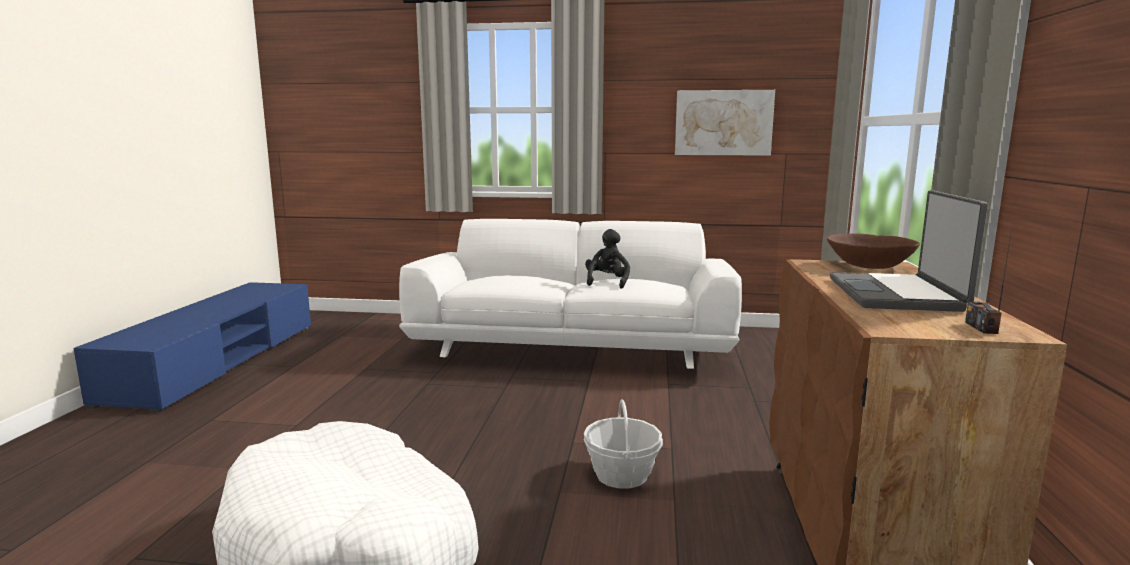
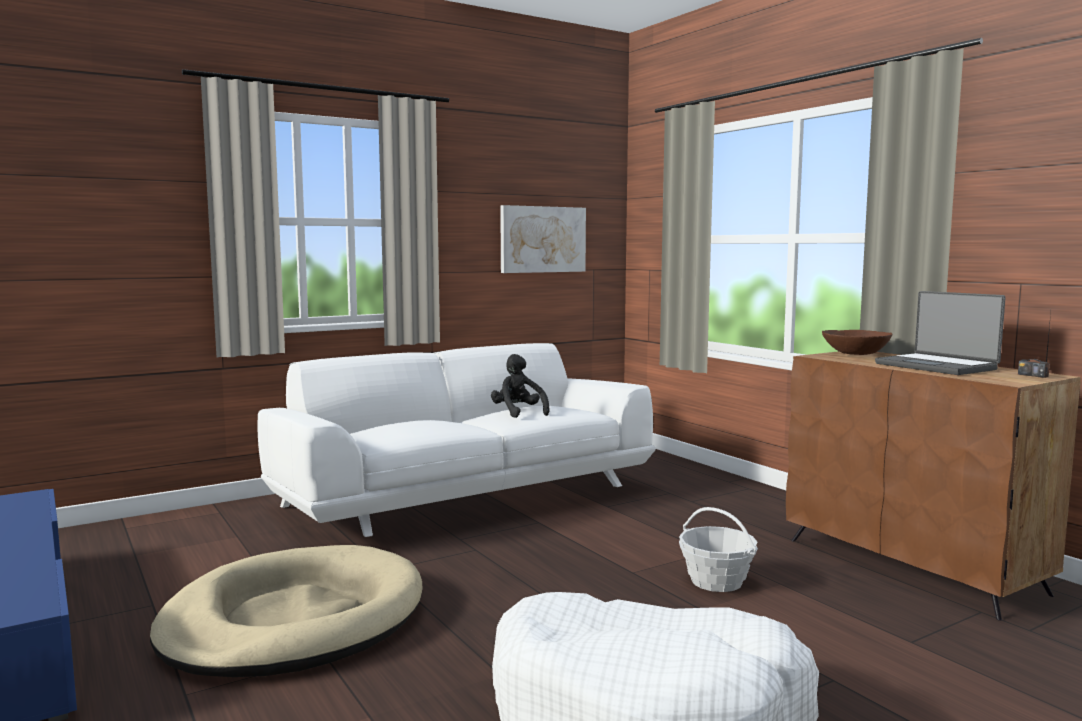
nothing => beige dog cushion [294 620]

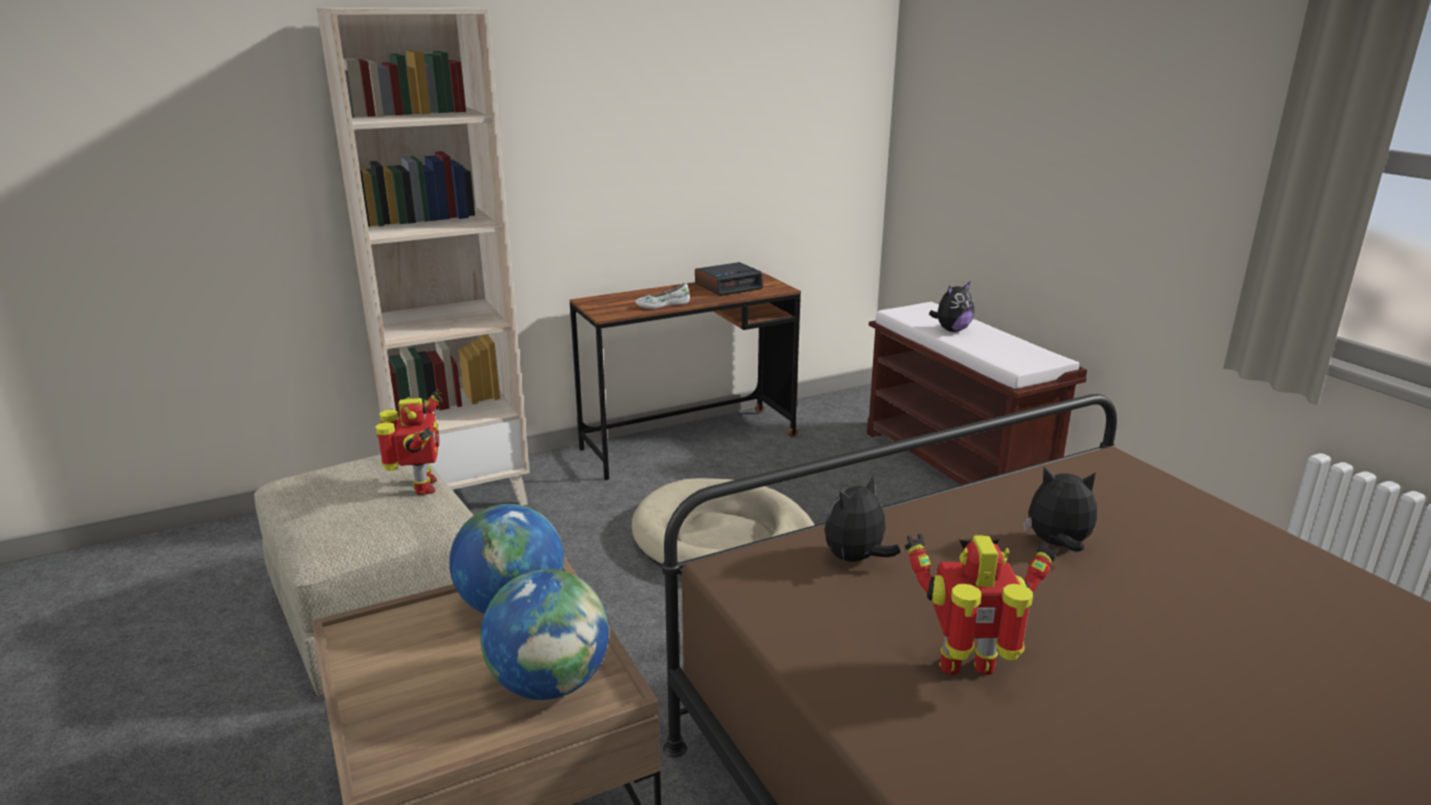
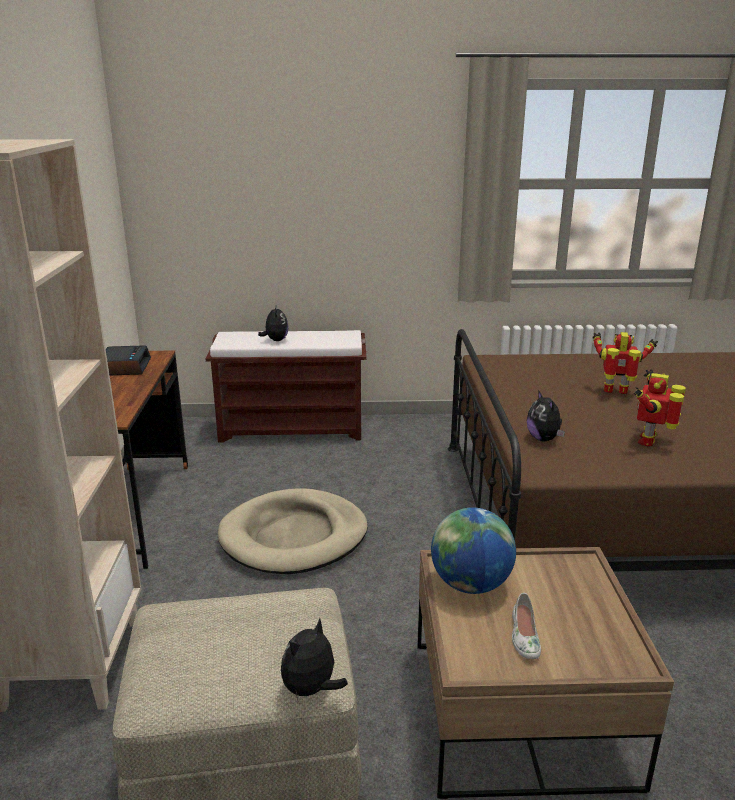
toy robot [421 487] => toy robot [616 392], relocated
desk globe [550 684] => nothing
white shoe [662 304] => white shoe [524 636], relocated
cuddly toy [1057 545] => cuddly toy [311 690], relocated

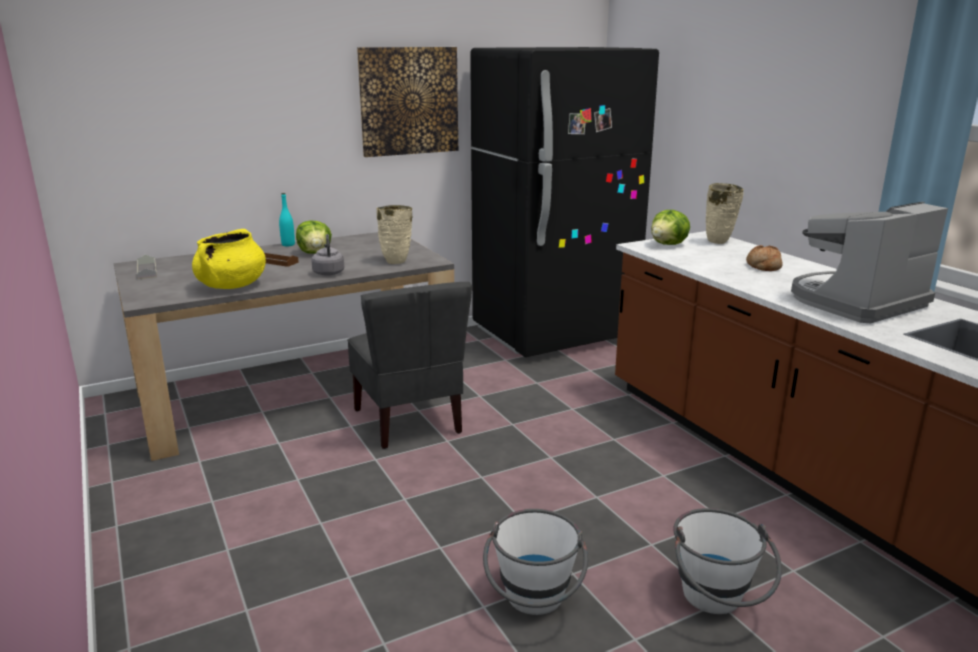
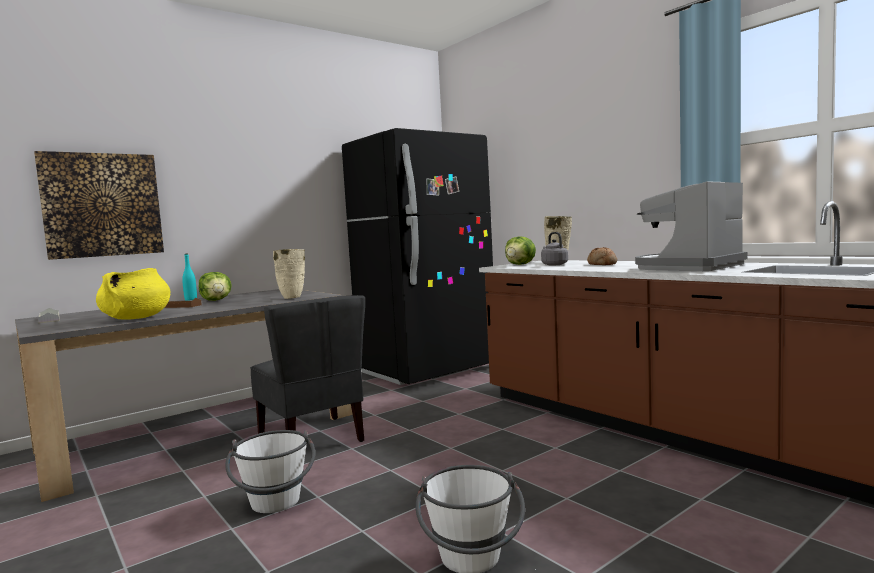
grey water kettle [328 272] => grey water kettle [553 264], relocated
wall art [409 101] => wall art [102 205], relocated
white bucket [716 603] => white bucket [275 506], relocated

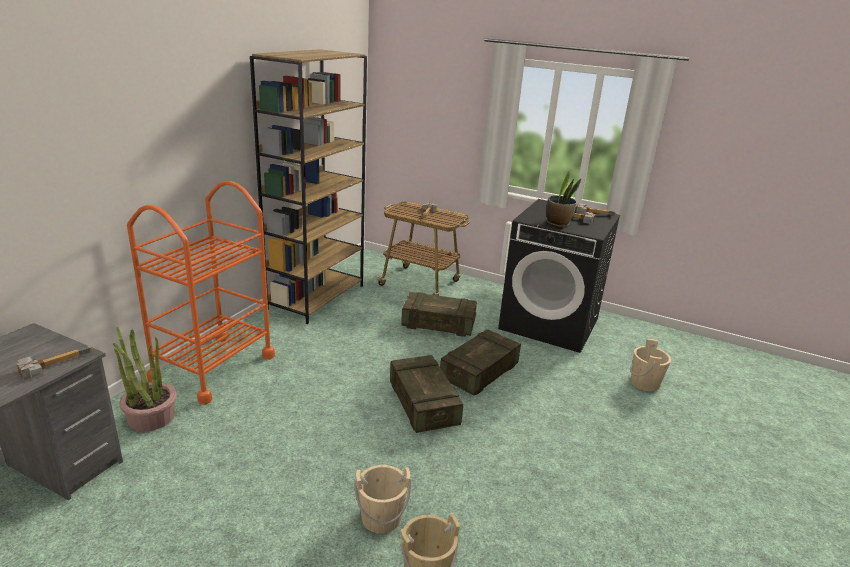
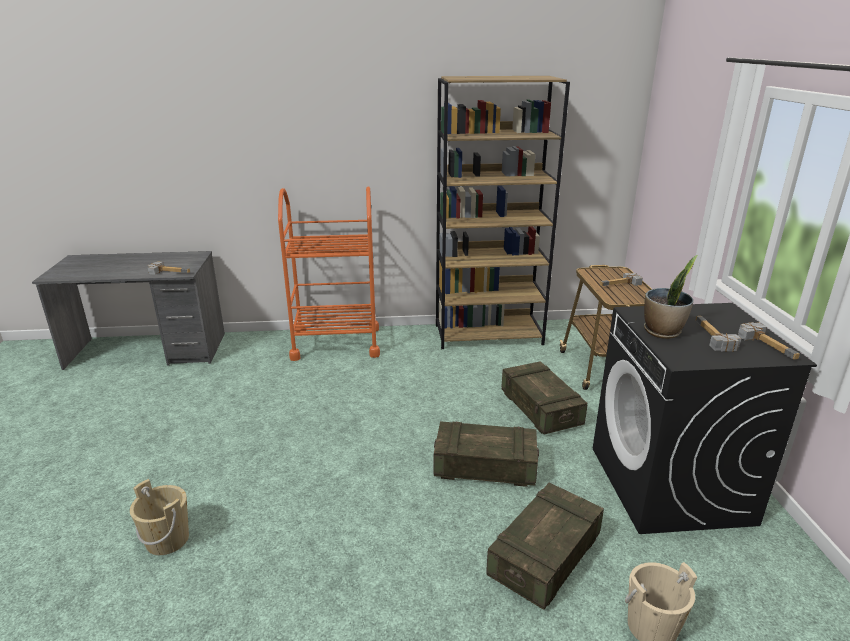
houseplant [151 417] => nothing
beige bucket [381 518] => nothing
packing crate [423 405] => packing crate [544 557], relocated

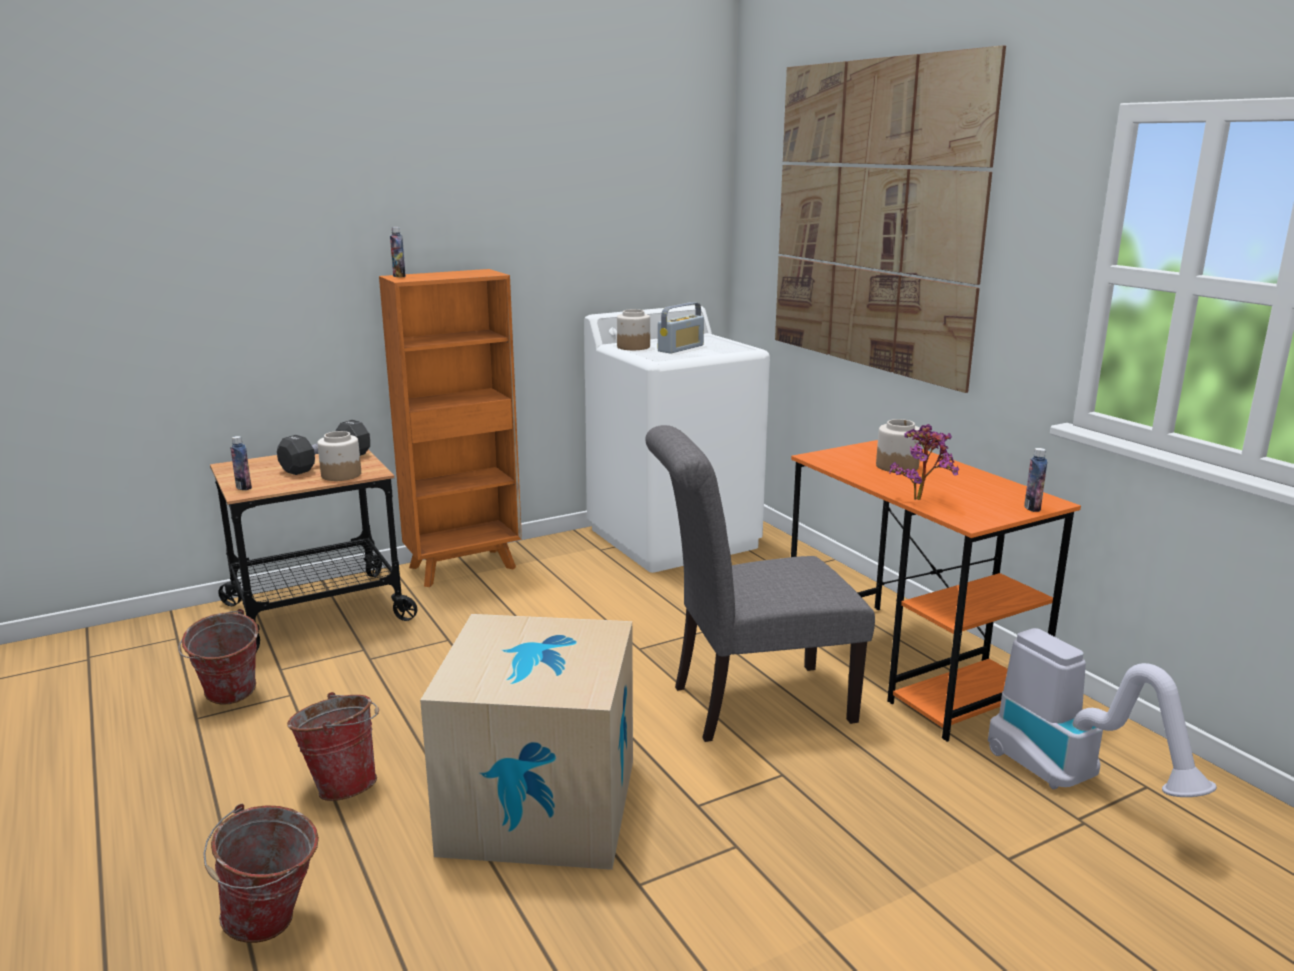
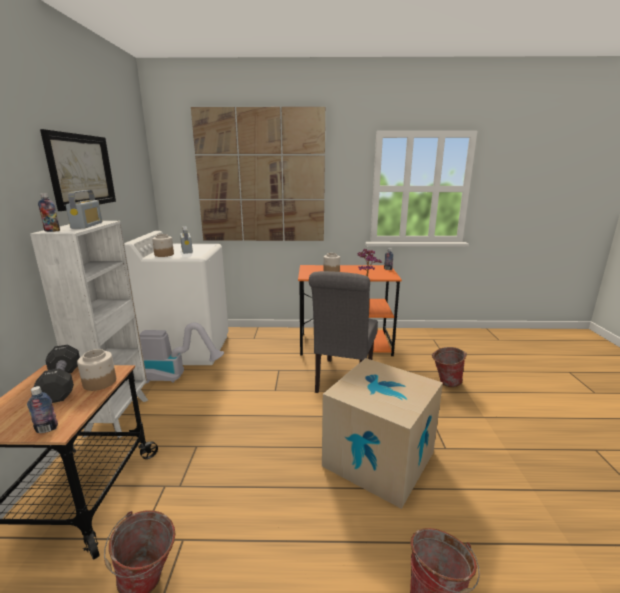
bucket [342 784] => bucket [445 383], relocated
orange bookcase [465 567] => white bookcase [119 415]
vacuum [1074 782] => vacuum [178 376], relocated
nothing => wall art [81 170]
nothing => radio set [87 225]

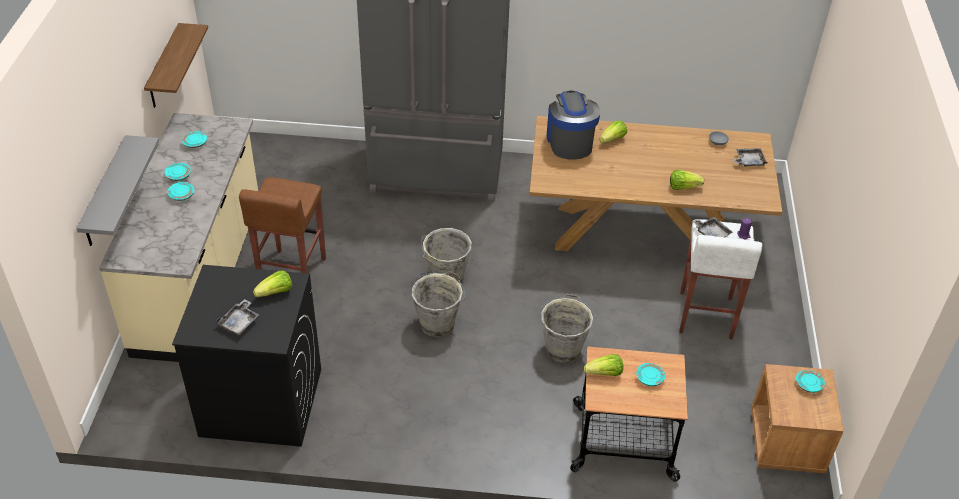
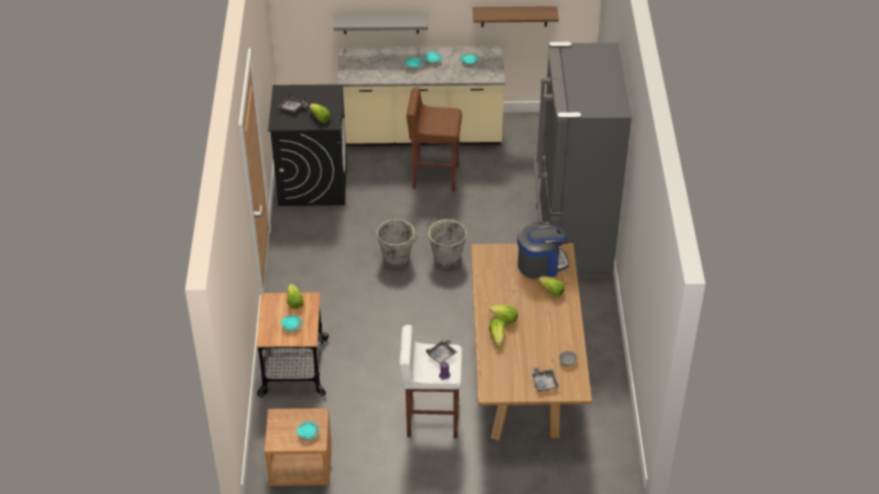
grey bucket [563 348] => nothing
nothing => lettuce [504 319]

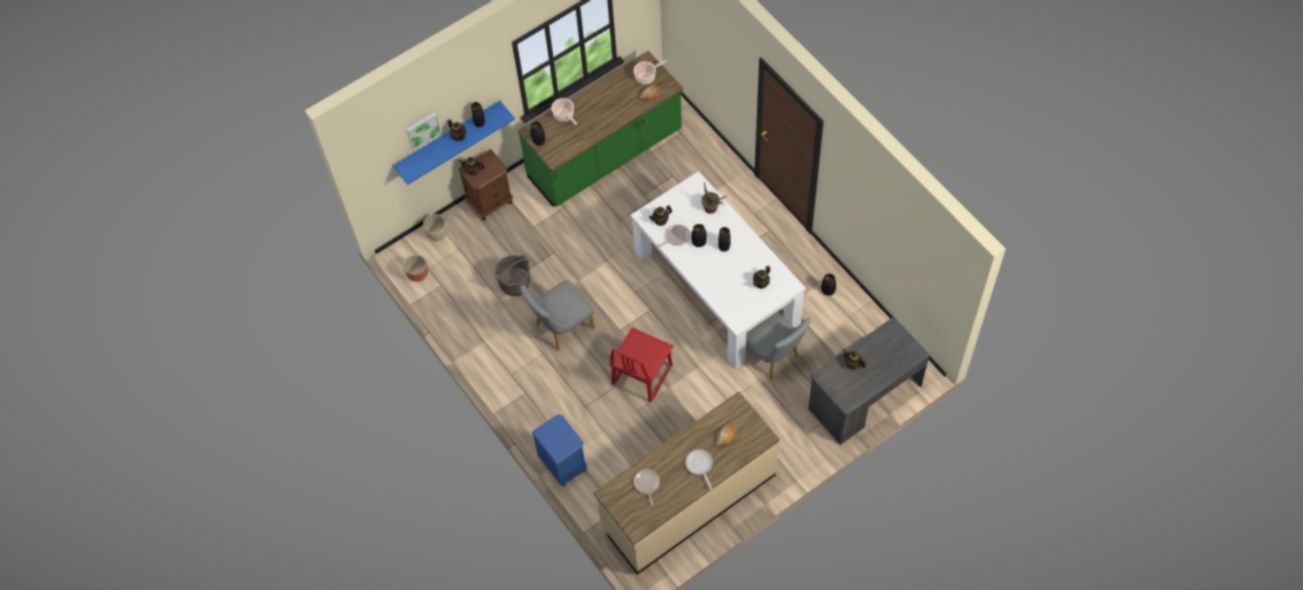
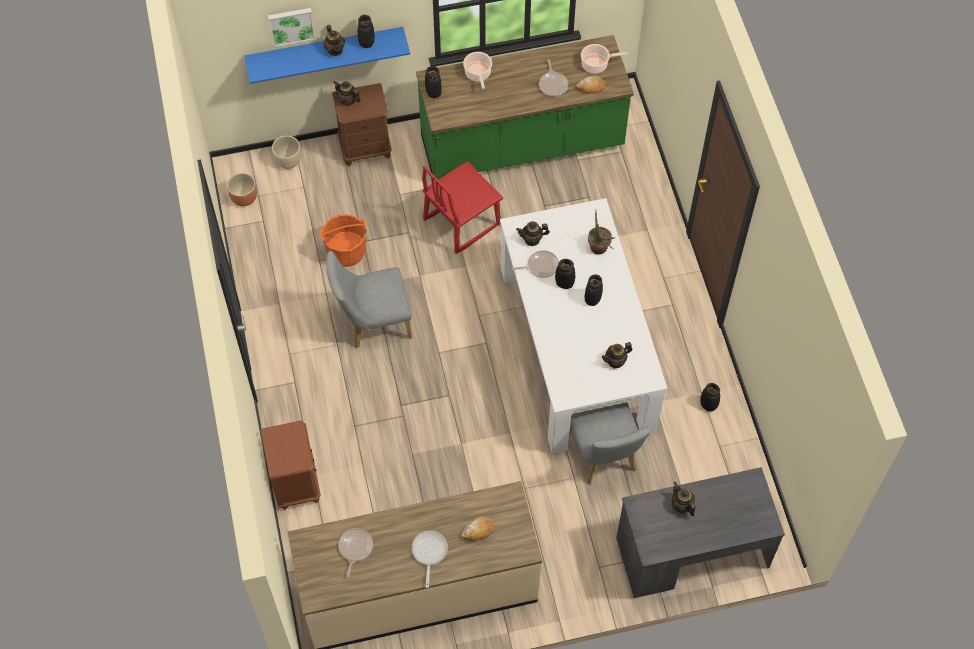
grey bucket [515 284] => orange bucket [346 251]
blue-coloured night table [563 464] => brown night table [296 483]
reddish chair [641 374] => reddish chair [461 221], relocated
nothing => frying pan [553 84]

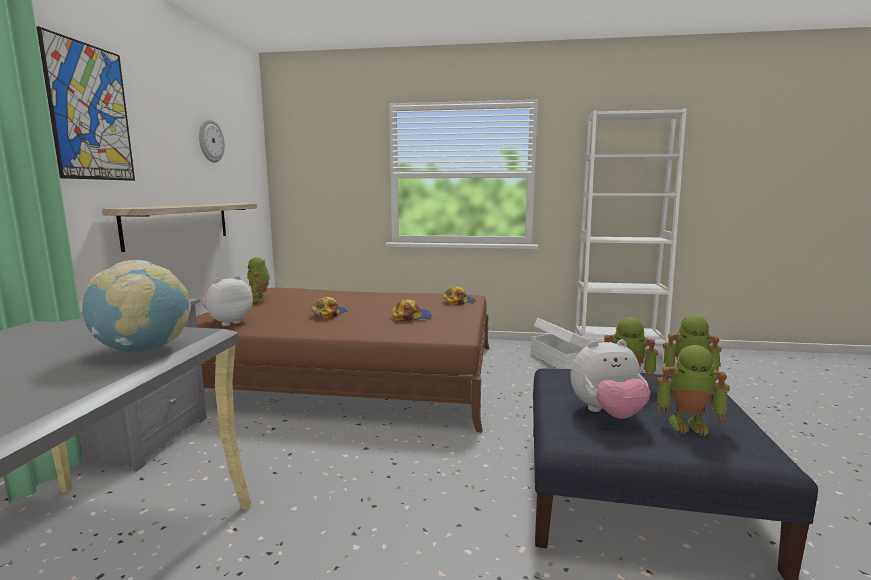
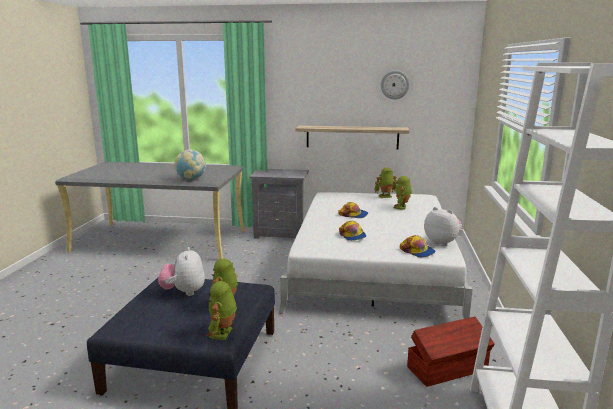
wall art [90 112] => nothing
brown sleeping bed [349 374] => white sleeping bed [373 267]
cuddly toy [228 322] => cuddly toy [442 242], relocated
white storage container [559 360] => brown storage container [448 369]
toy robot [688 424] => toy robot [402 207], relocated

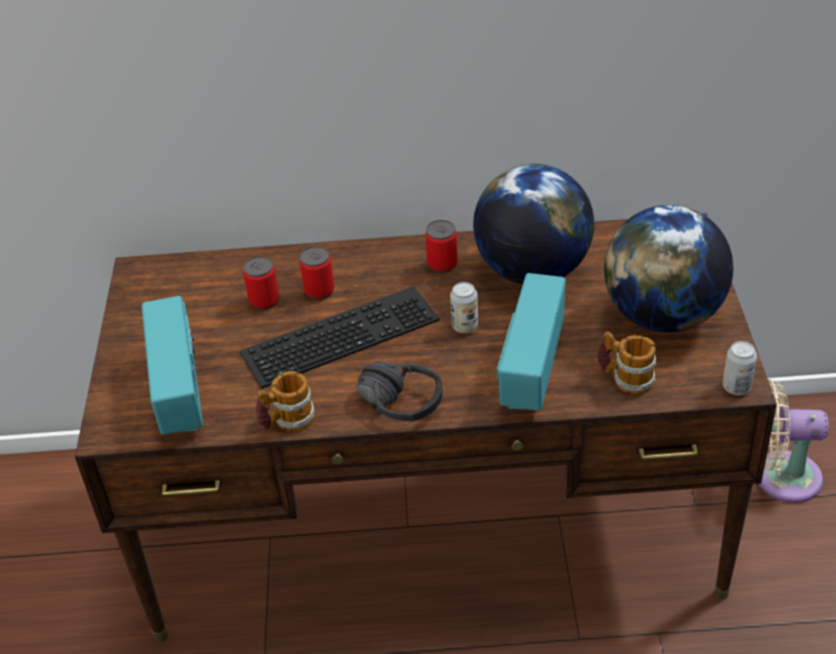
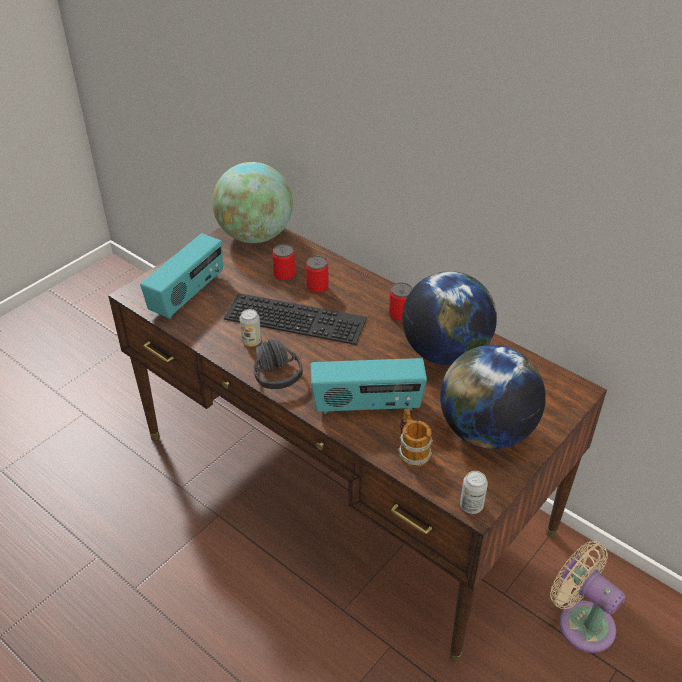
coffee mug [287 421] => nothing
can [465 326] => can [251 341], relocated
radio set [531 368] => radio set [367 405], 150 degrees counterclockwise
nothing => desk globe [255 235]

